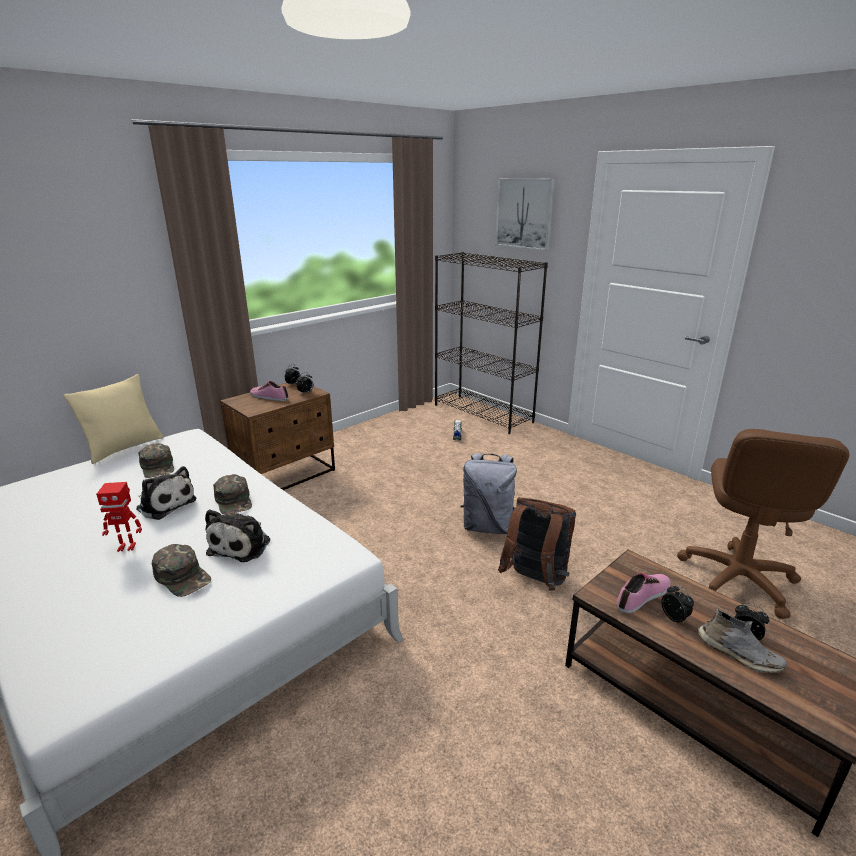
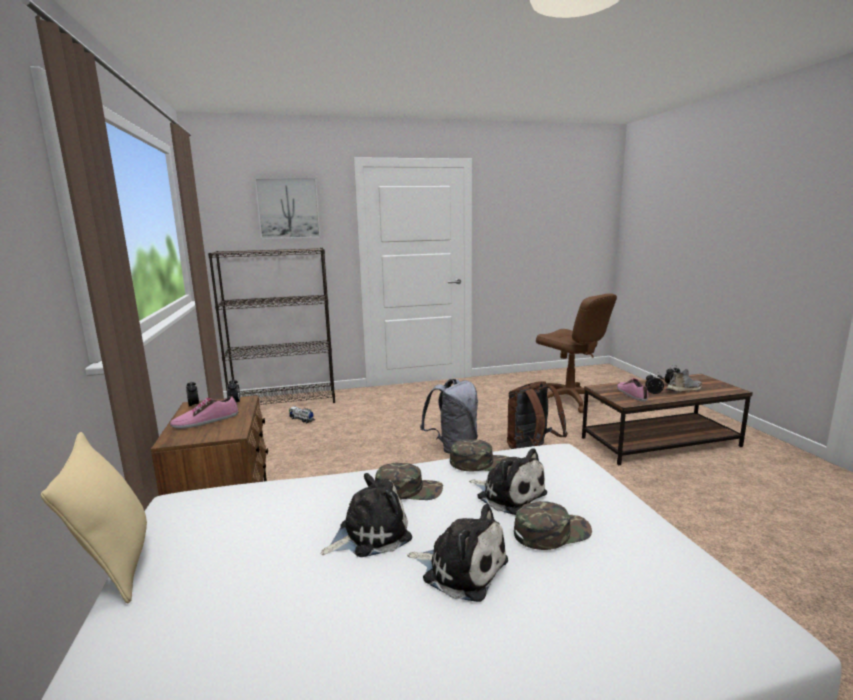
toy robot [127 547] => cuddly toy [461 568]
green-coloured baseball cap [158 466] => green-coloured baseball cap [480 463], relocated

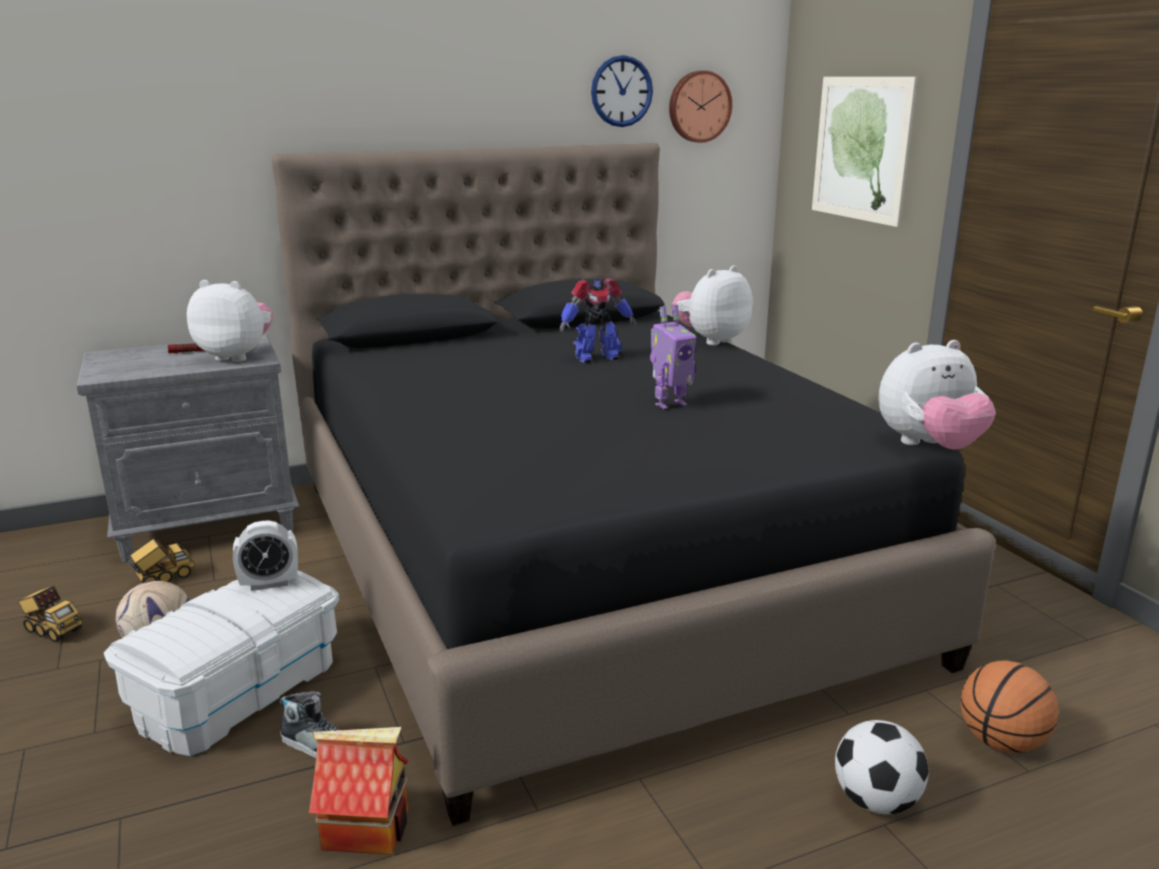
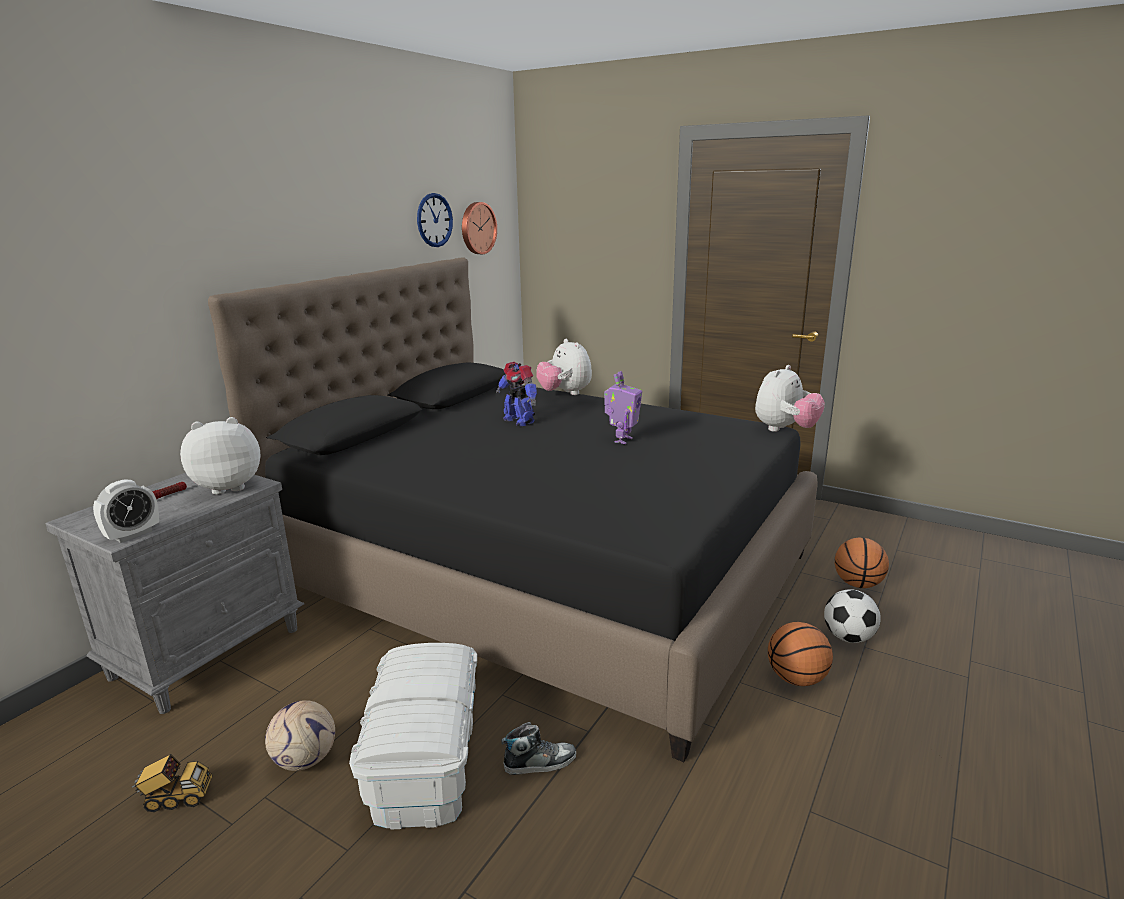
model truck [163 578] => nothing
table clock [269 583] => table clock [133 534], relocated
toy house [368 828] => nothing
toy robot [595 357] => toy robot [519 421], 105 degrees clockwise
cuddly toy [711 340] => cuddly toy [565 393], 45 degrees counterclockwise
wall art [861 149] => nothing
nothing => basketball [796 679]

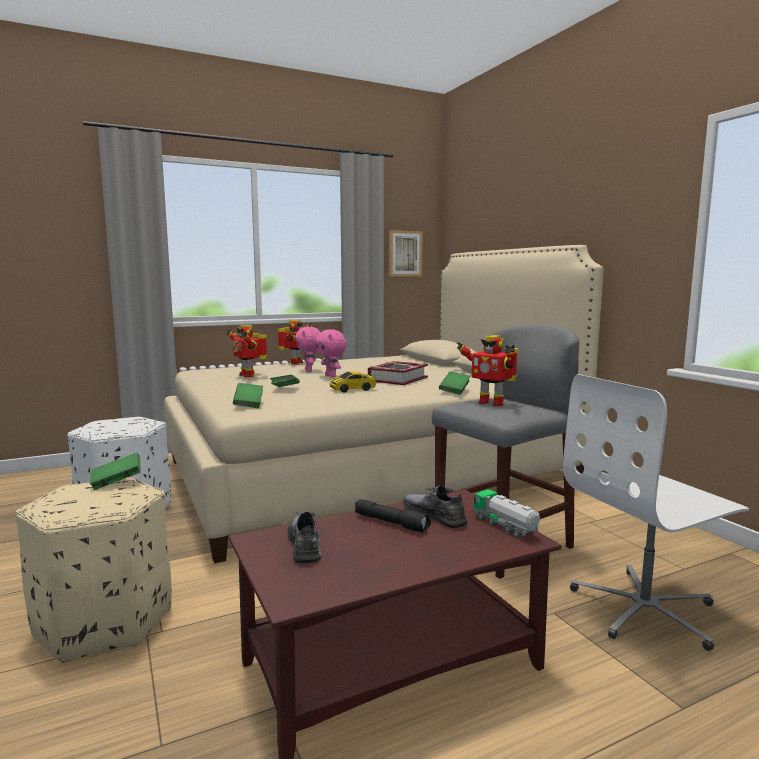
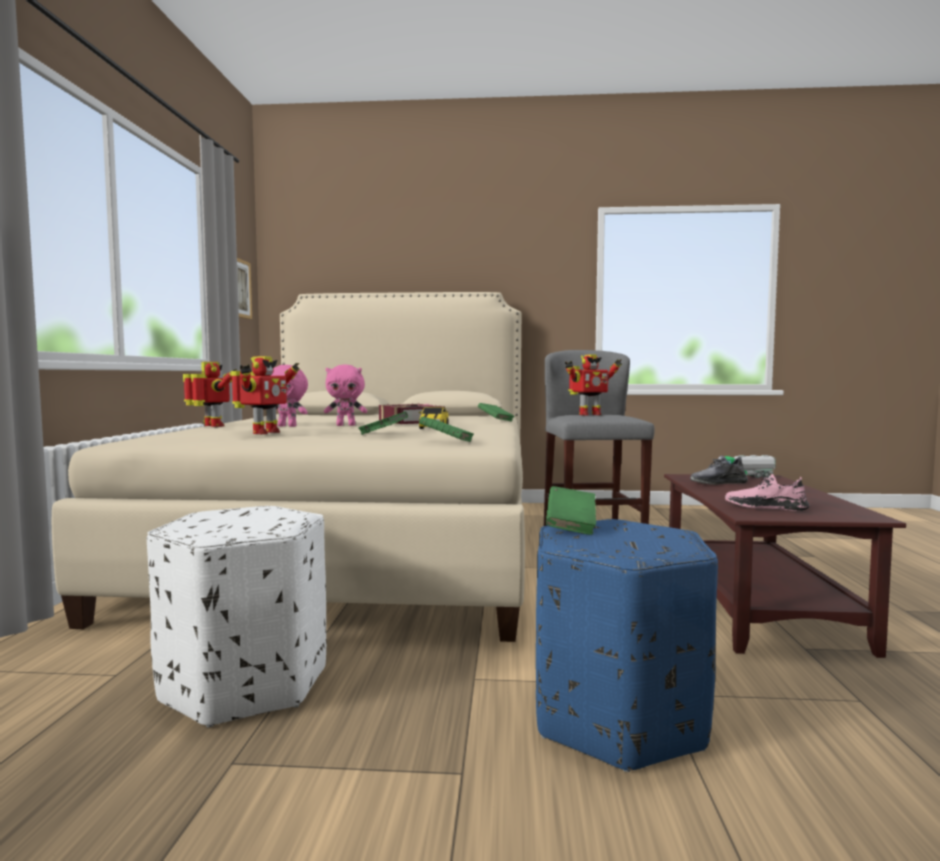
beige pouffe [104 621] => blue-coloured pouffe [616 718]
toy robot [248 375] => toy robot [263 433], 60 degrees counterclockwise
grey shoe [304 545] => pink-coloured shoe [765 507]
black torch [392 523] => nothing
white desk chair [645 609] => nothing

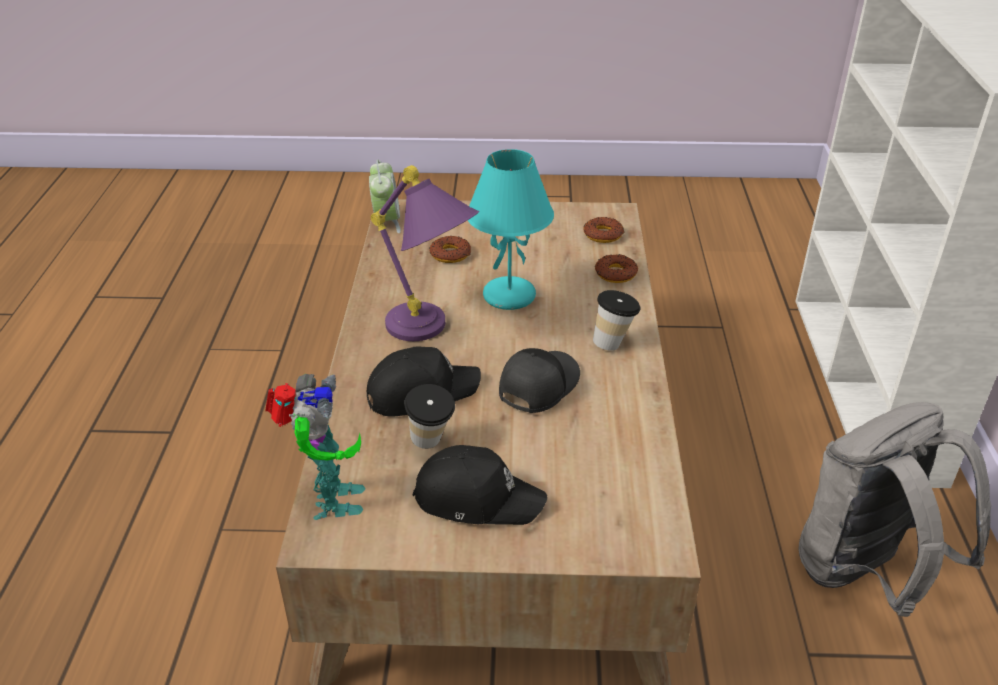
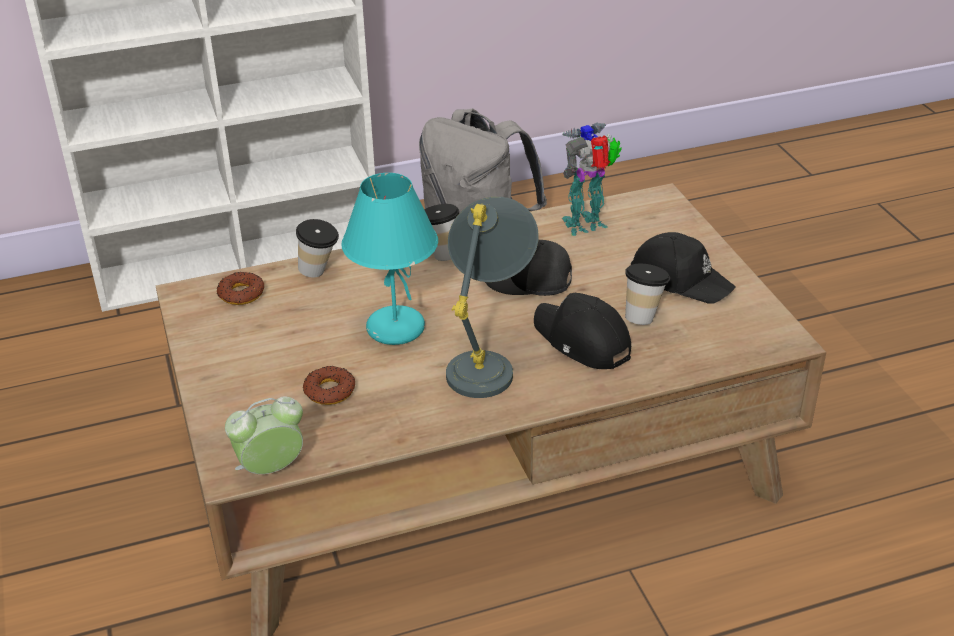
toy robot [330 502] => toy robot [587 225], relocated
purple-coloured lamp for a table [431 332] => grey lamp for a table [488 361]
black baseball cap [477 498] => black baseball cap [680 279], 135 degrees clockwise
doughnut [615 273] => small cup [320 272]

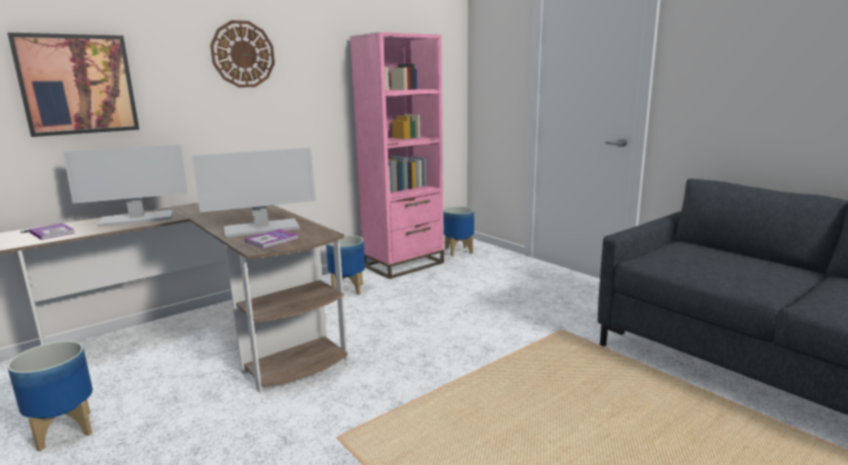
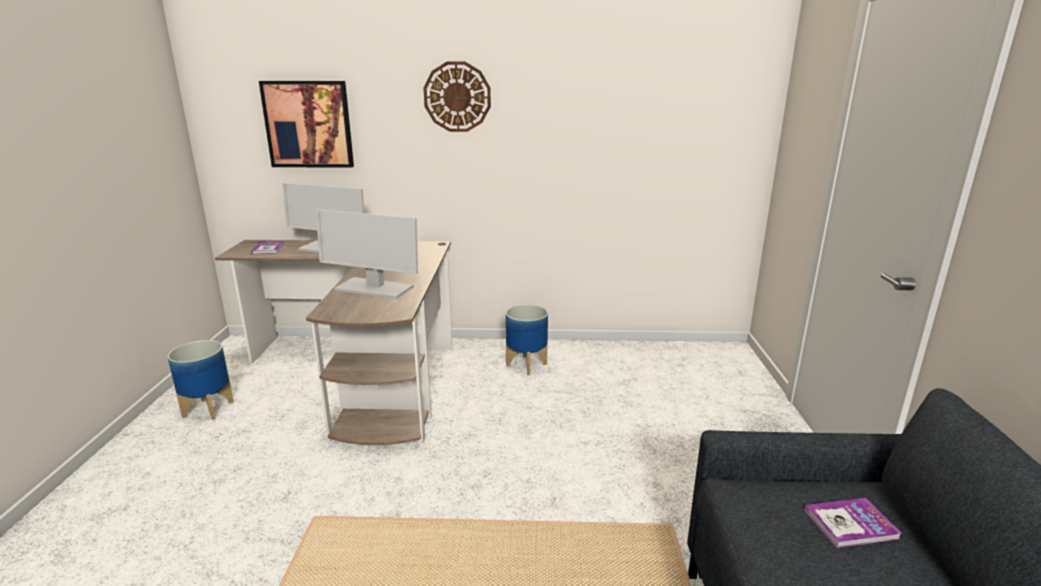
book [272 240] => book [850 524], relocated
pink-coloured bookcase [403 264] => nothing
plant pot [459 251] => nothing

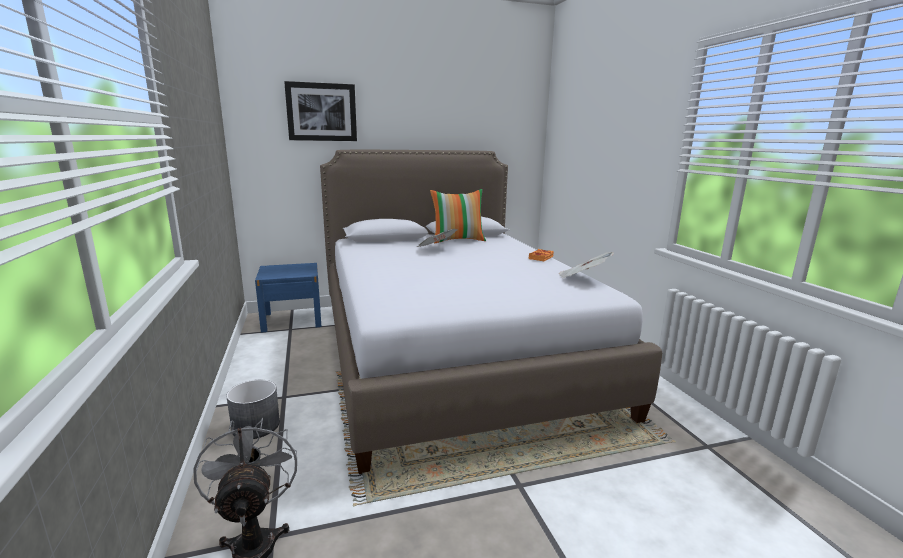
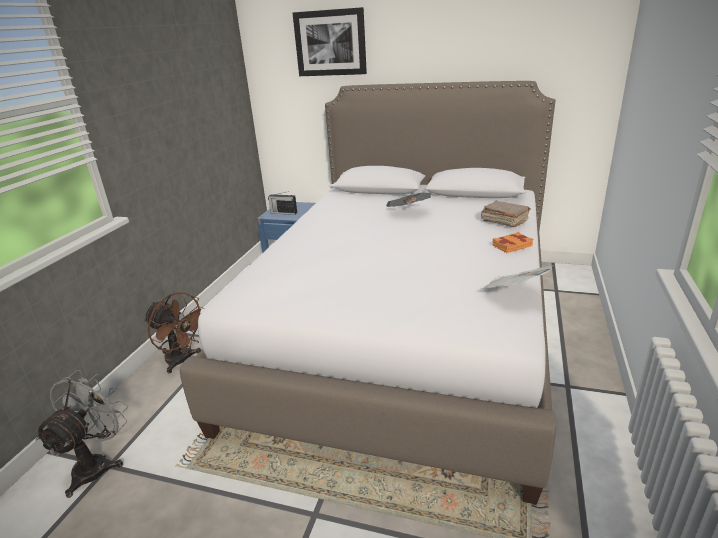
grey plant pot [256 426] => brown fan [183 361]
cushion [458 240] => nothing
nothing => radio set [283 213]
nothing => brown book [504 221]

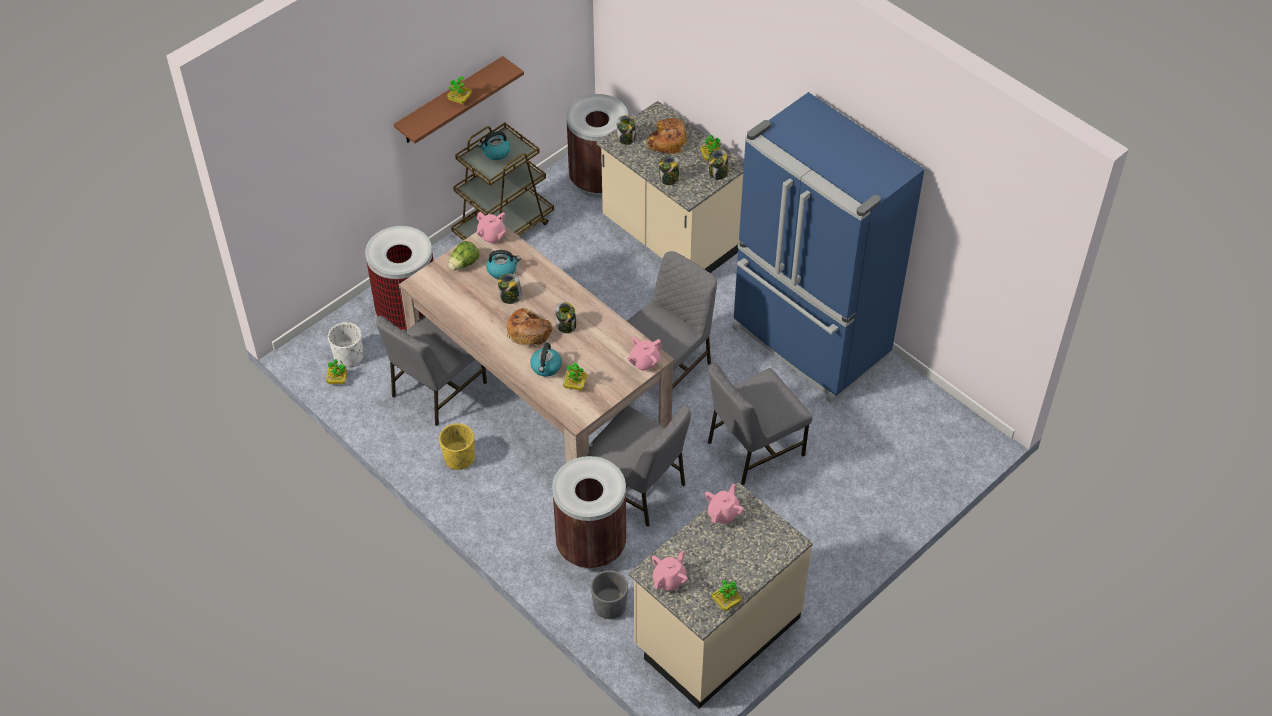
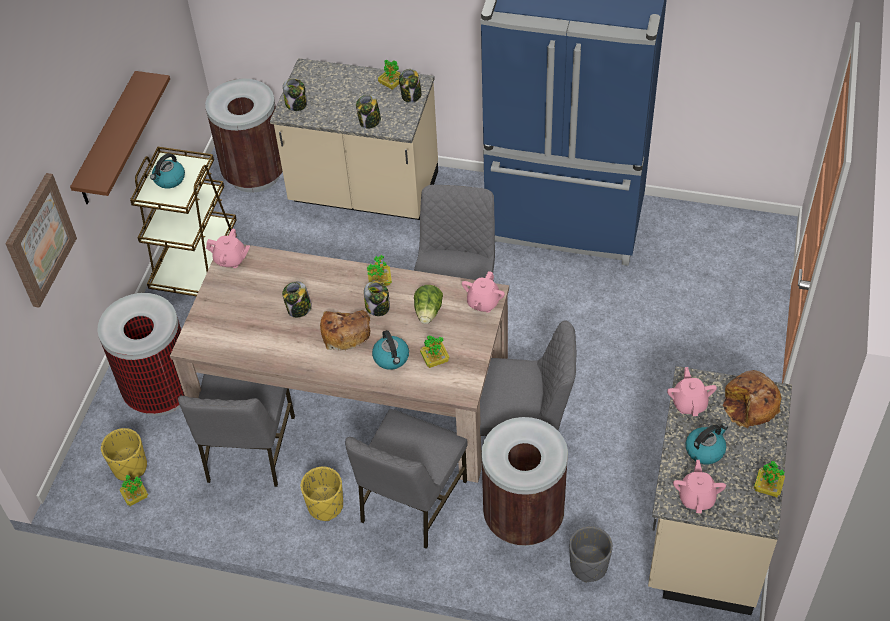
white plant pot [349 356] => yellowish plant pot [130 467]
houseplant [460 100] => houseplant [380 282], relocated
lettuce [464 264] => lettuce [428 312], relocated
water kettle [502 270] => water kettle [705 450], relocated
bakery bread [667 142] => bakery bread [750 405], relocated
grey chair [753 448] => grey chair [411 502], relocated
nothing => wall art [39 240]

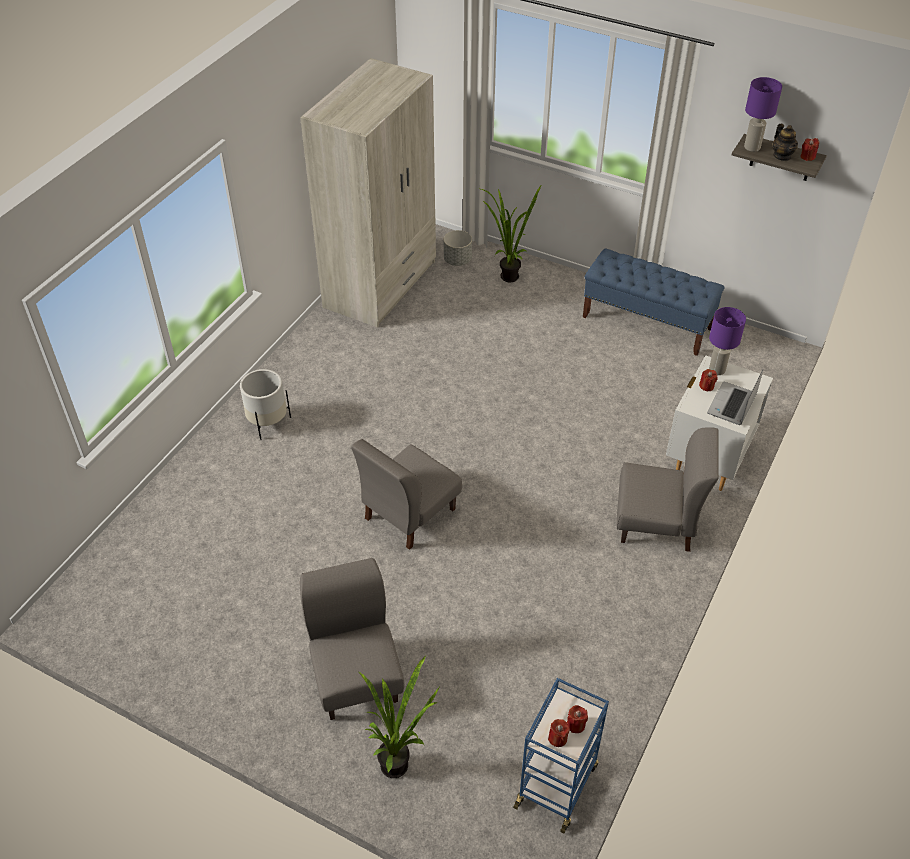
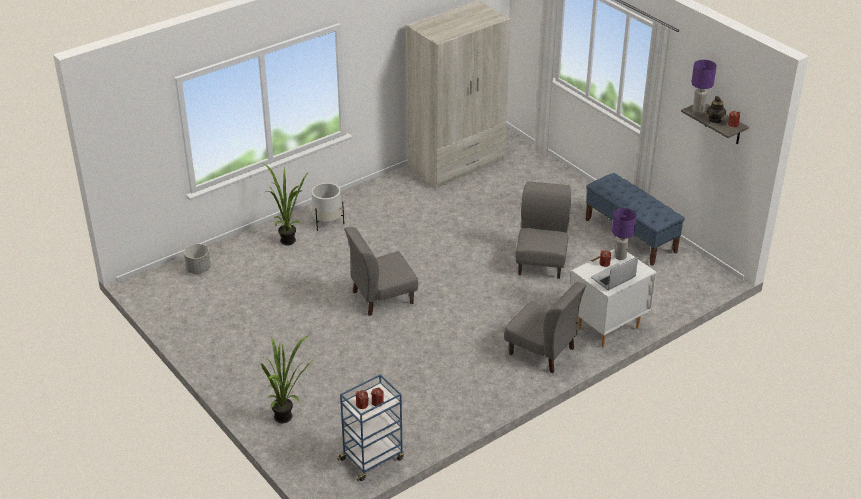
grey chair [356 676] => grey chair [541 262], relocated
grey plant pot [457 260] => grey plant pot [198 269], relocated
houseplant [506 275] => houseplant [287 239], relocated

